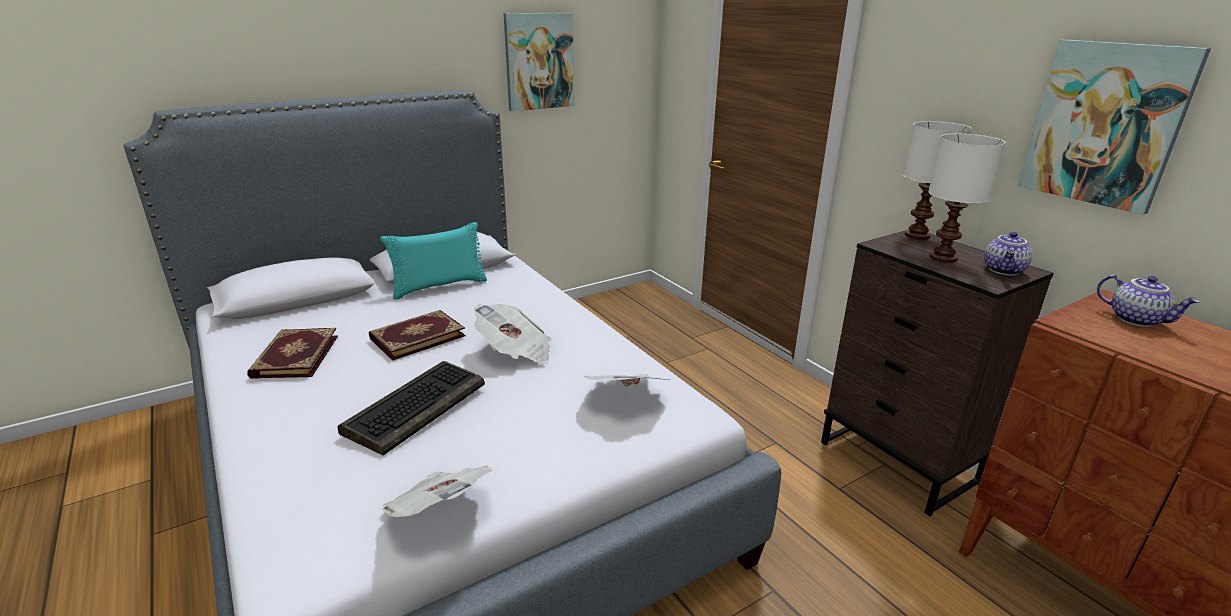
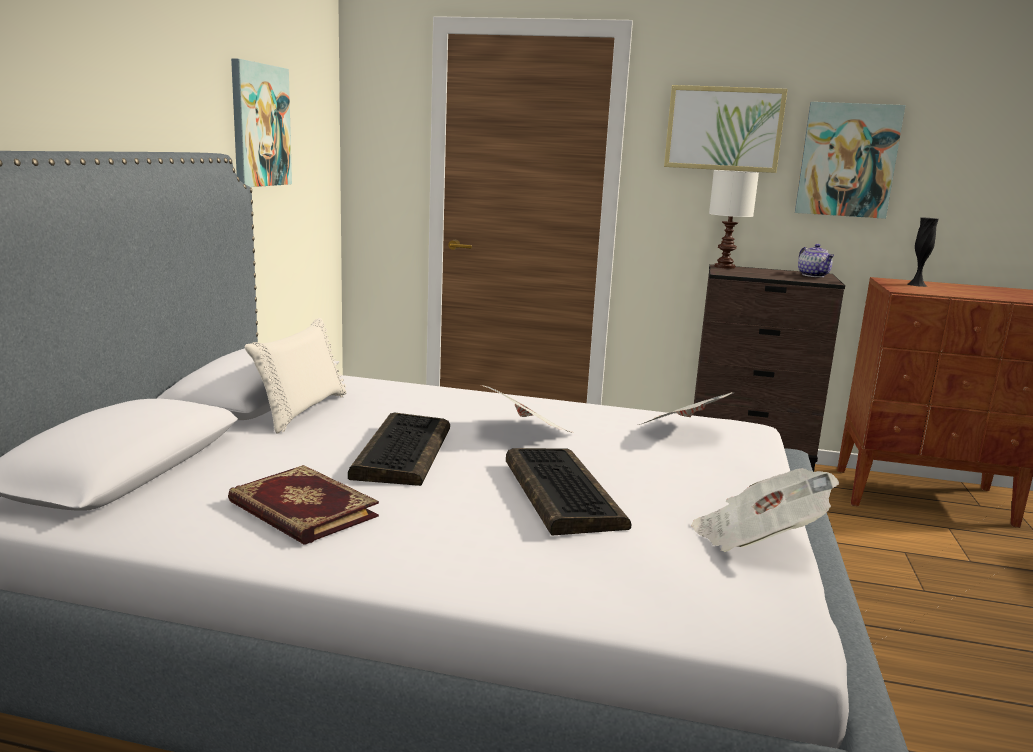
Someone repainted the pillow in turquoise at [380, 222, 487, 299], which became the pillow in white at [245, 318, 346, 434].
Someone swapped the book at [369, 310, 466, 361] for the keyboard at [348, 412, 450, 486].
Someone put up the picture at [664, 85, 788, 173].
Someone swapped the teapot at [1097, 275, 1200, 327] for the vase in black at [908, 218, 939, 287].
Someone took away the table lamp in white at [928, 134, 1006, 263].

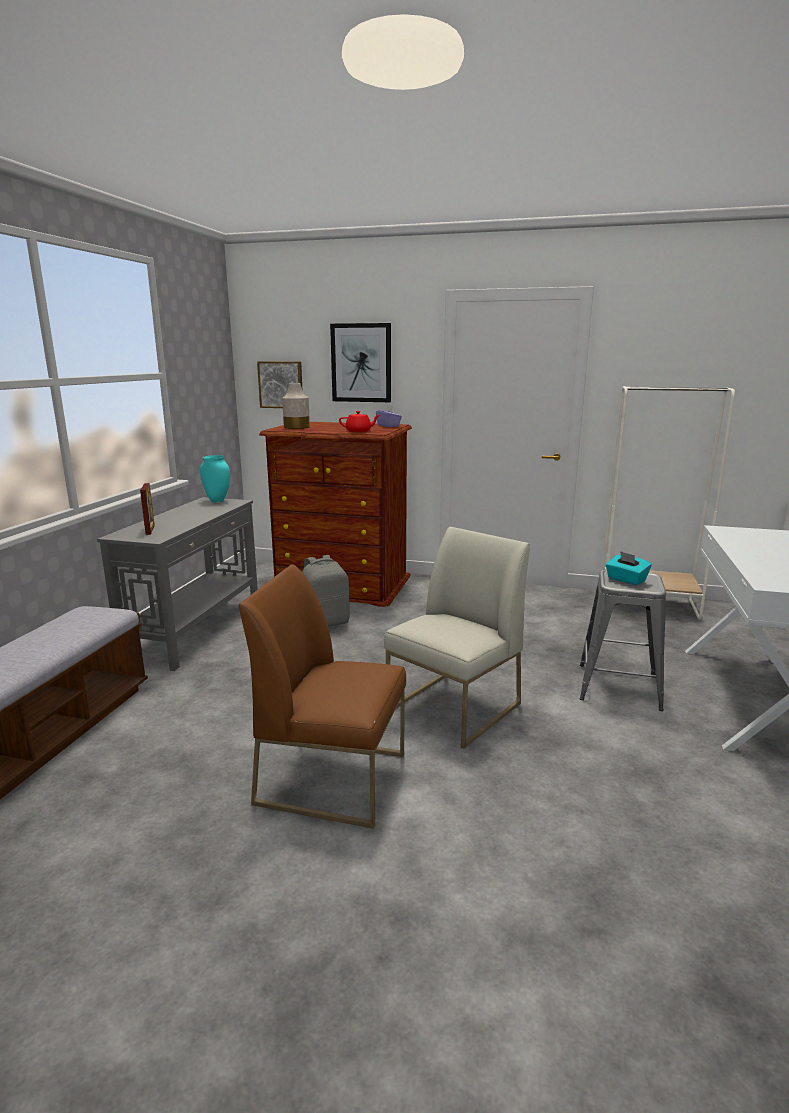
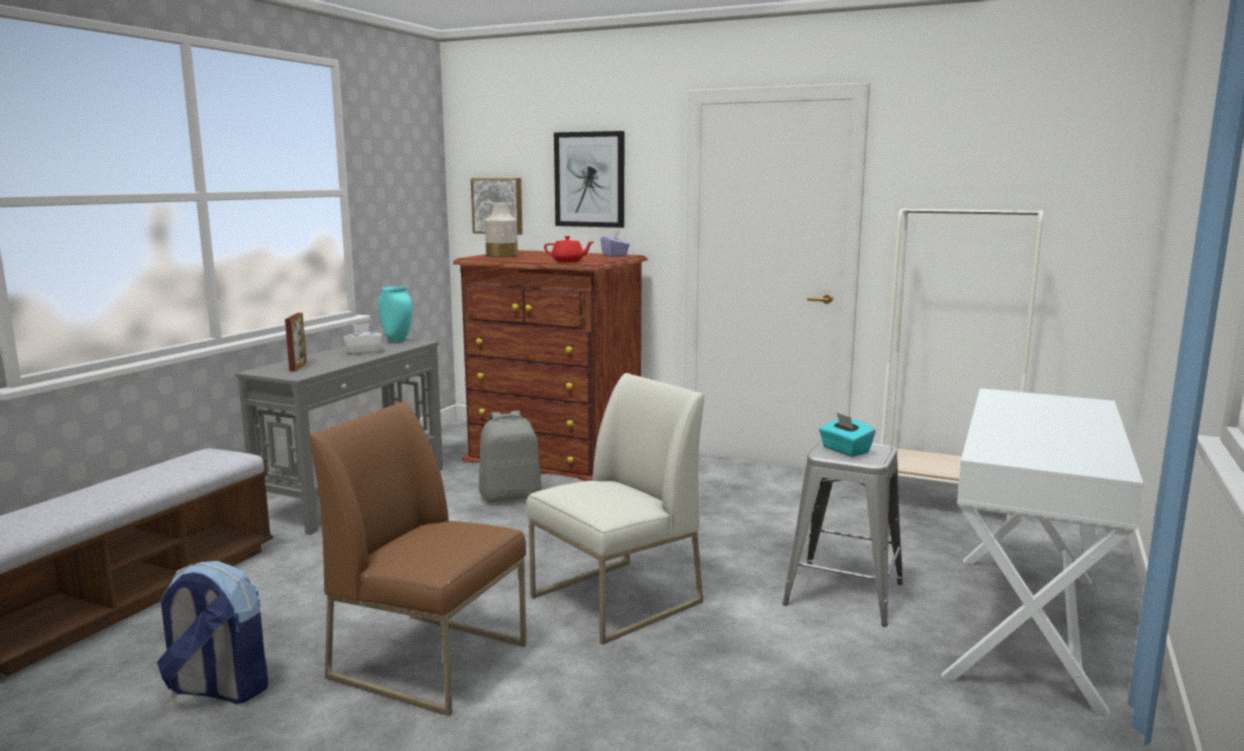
Someone put down the backpack at [157, 561, 268, 704].
Someone put down the tissue box in white at [342, 323, 382, 355].

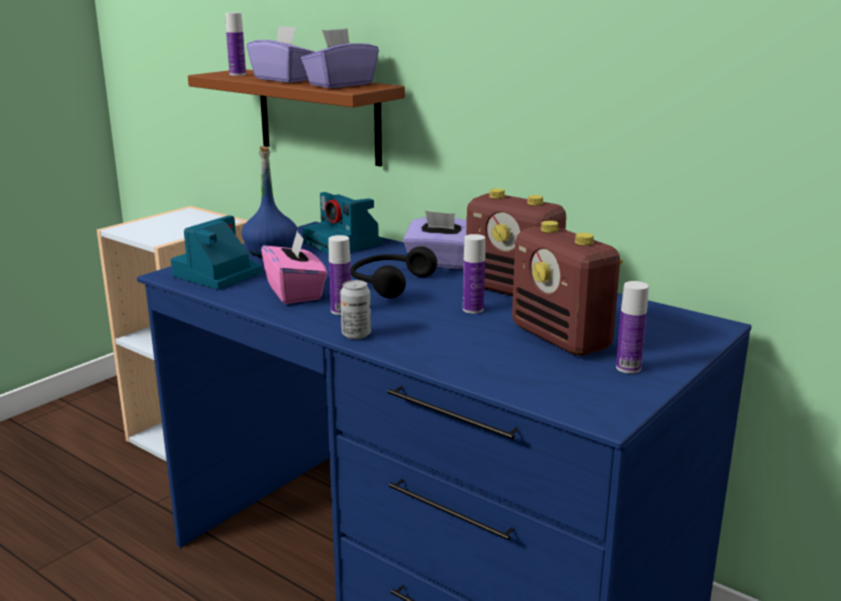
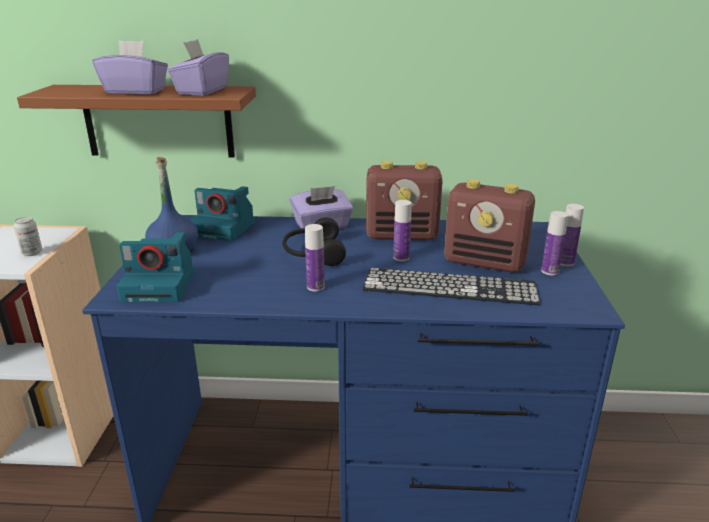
Someone carried the can from [340, 280, 371, 339] to [14, 217, 42, 256].
Someone rotated the photo camera at [171, 215, 263, 290] by 90 degrees counterclockwise.
Someone put down the keyboard at [363, 268, 540, 305].
Someone carried the bottle from [225, 13, 246, 76] to [560, 204, 584, 266].
Someone took away the tissue box in pink at [261, 230, 327, 304].

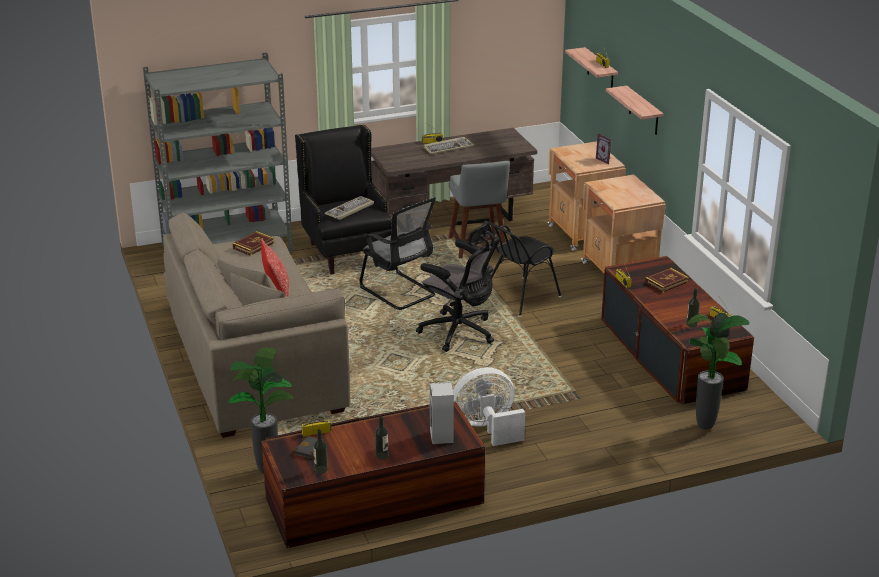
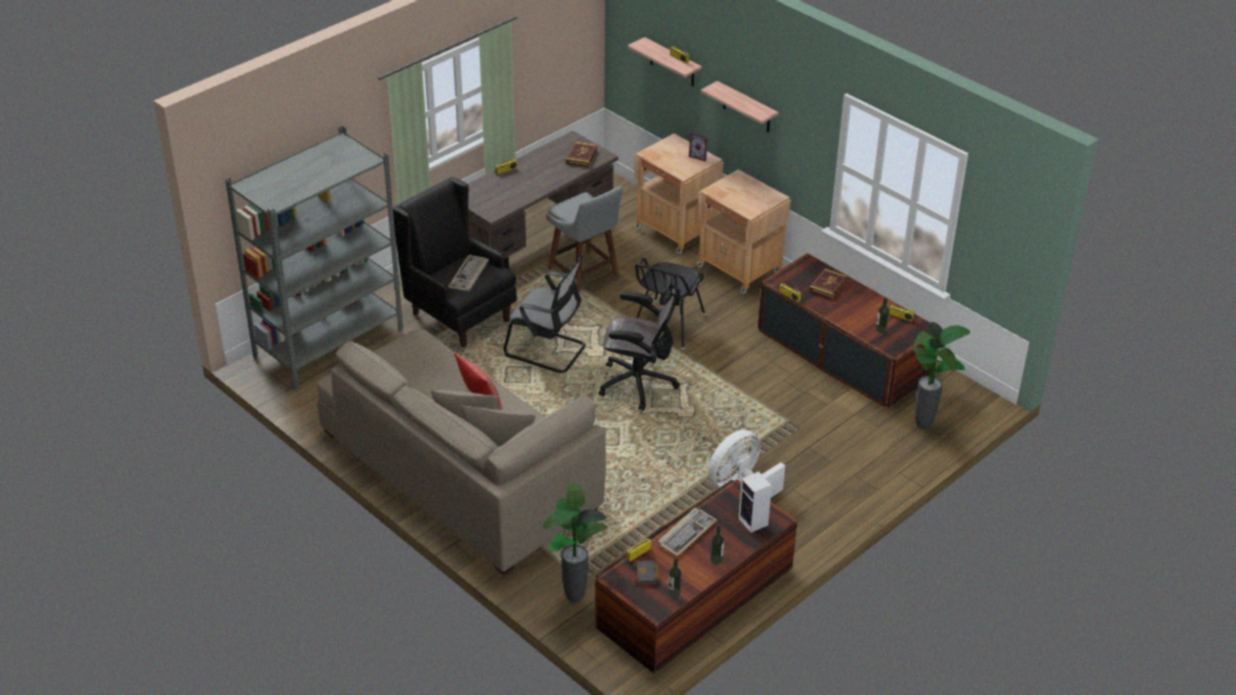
Someone carried the book from [232, 231, 275, 256] to [566, 142, 597, 167].
Someone carried the keyboard from [424, 137, 474, 154] to [658, 508, 717, 557].

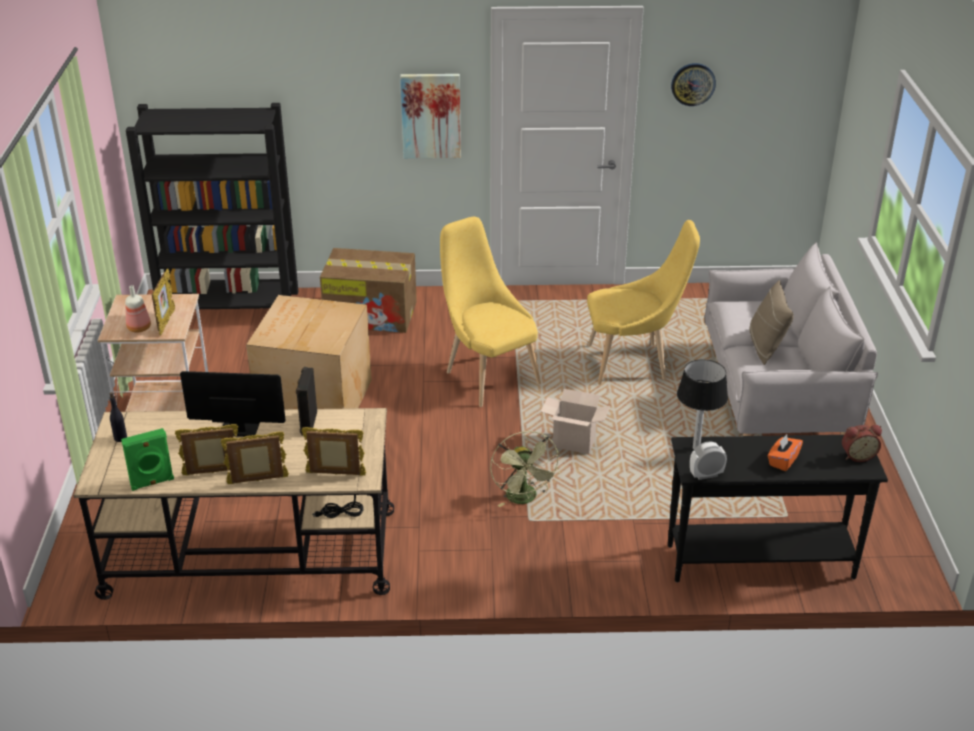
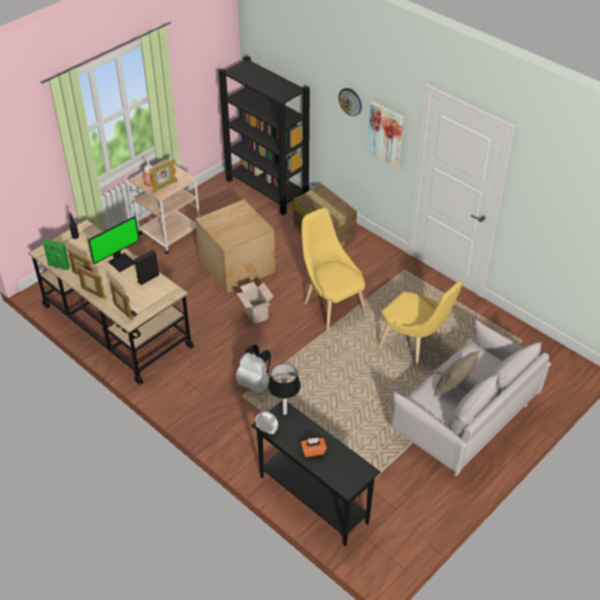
Someone rotated the monitor at [180, 371, 286, 437] by 90 degrees clockwise.
Someone carried the cardboard box from [541, 389, 610, 454] to [236, 282, 274, 324].
Someone swapped the fan in green at [490, 431, 560, 507] for the backpack in white at [236, 345, 271, 393].
Someone rotated the chair in yellow at [440, 217, 541, 407] by 45 degrees counterclockwise.
Someone carried the wall clock from [671, 63, 716, 106] to [338, 88, 362, 116].
Someone took away the alarm clock at [842, 425, 882, 462].

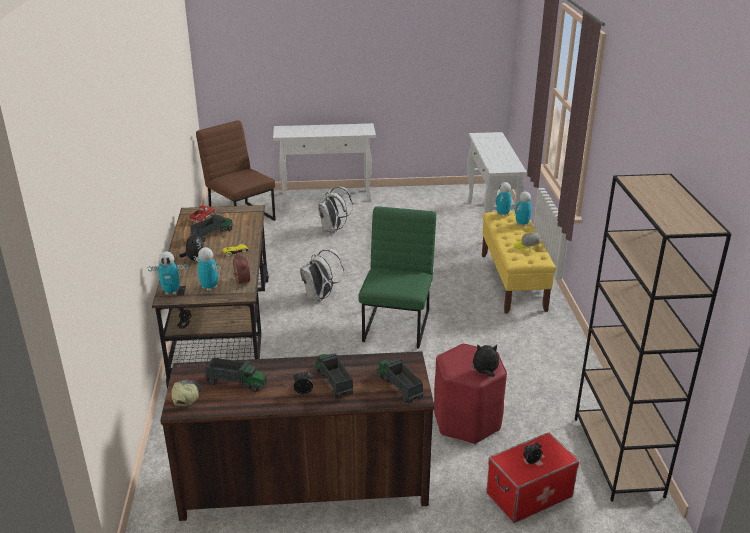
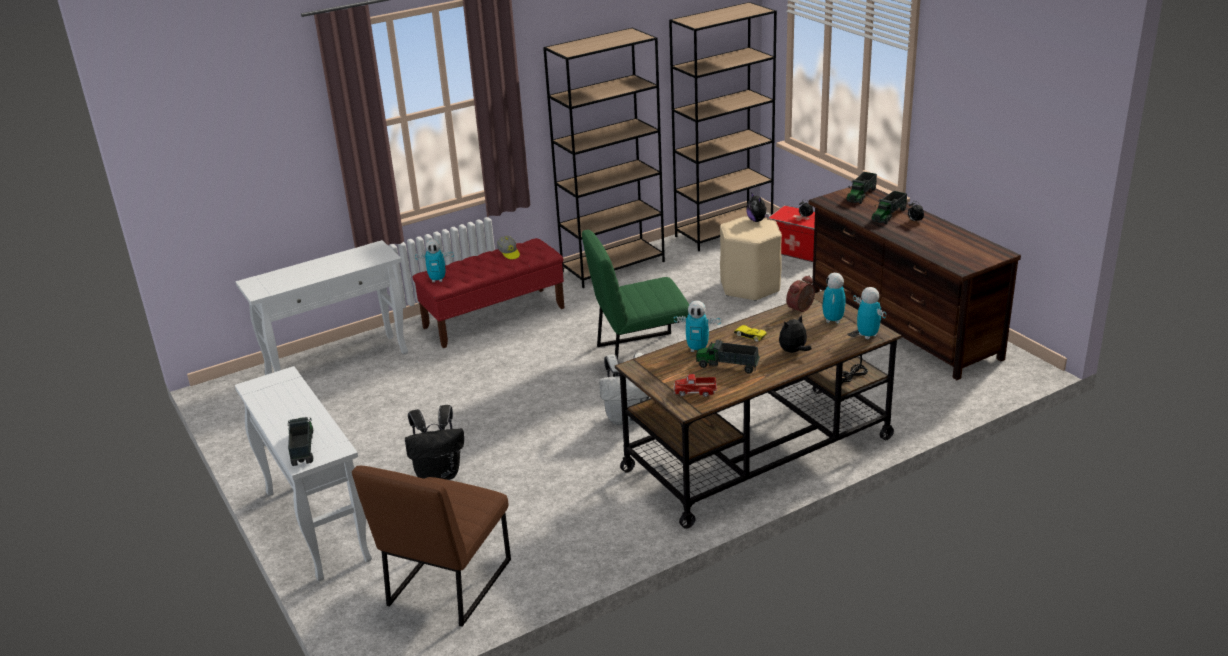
Someone carried the toy truck from [205, 357, 267, 392] to [288, 417, 313, 466].
Someone repainted the backpack in white at [318, 186, 353, 233], which became the backpack in black at [405, 405, 464, 480].
Someone repainted the bench in yellow at [482, 211, 556, 313], which became the bench in red at [413, 238, 564, 348].
Someone put down the bookcase in beige at [543, 28, 665, 288].
Someone carried the toy robot from [515, 191, 532, 227] to [674, 301, 721, 352].
Someone repainted the stool in red at [434, 344, 507, 444], which became the stool in beige at [720, 216, 782, 301].
Someone took away the cap at [171, 379, 201, 406].

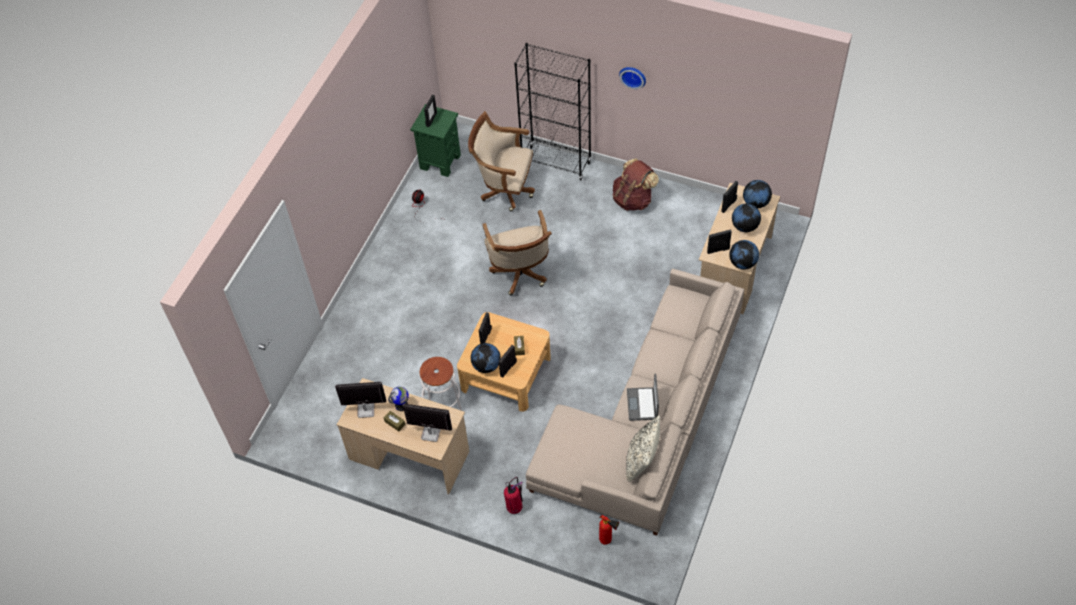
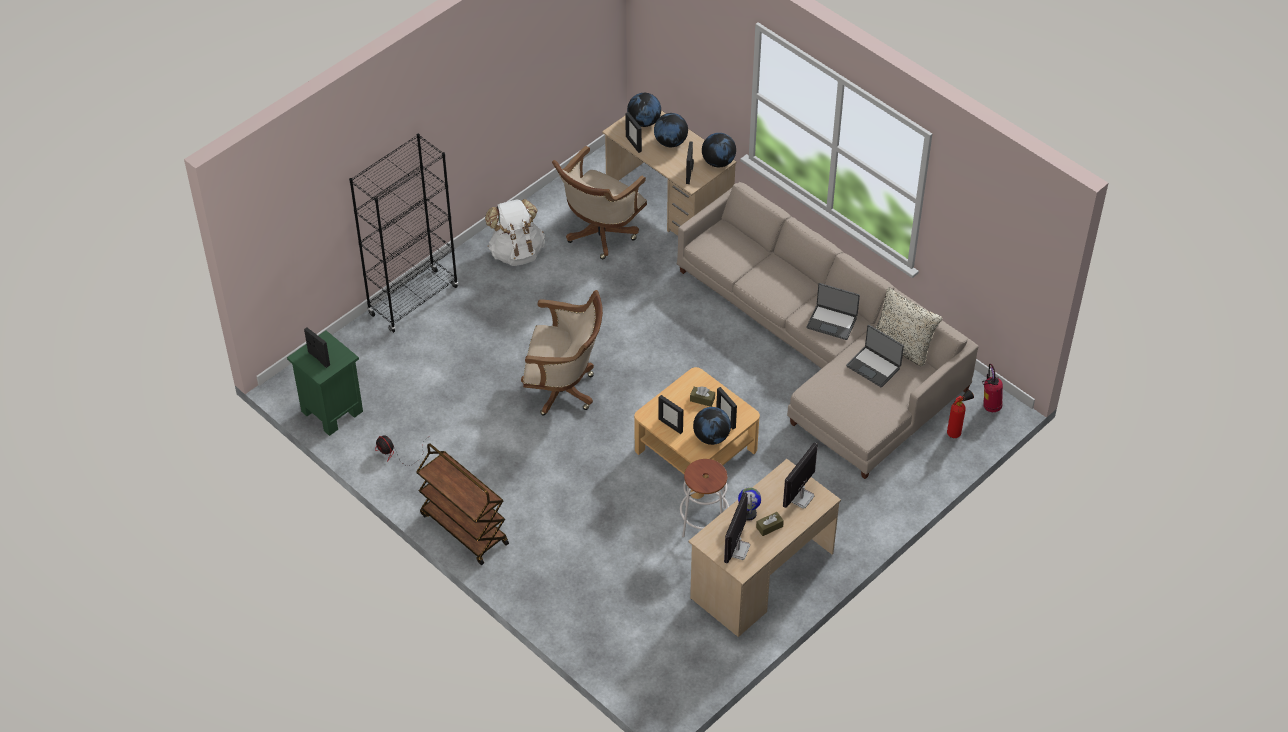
Someone put down the cart in brown at [416, 443, 509, 565].
Someone repainted the backpack in brown at [613, 158, 659, 211], which became the backpack in white at [485, 199, 545, 266].
Someone carried the office chair from [468, 111, 535, 211] to [552, 146, 647, 259].
Someone put down the laptop at [846, 325, 904, 387].
Someone carried the fire extinguisher from [504, 477, 523, 514] to [982, 364, 1003, 412].
Someone took away the wall clock at [619, 67, 646, 89].

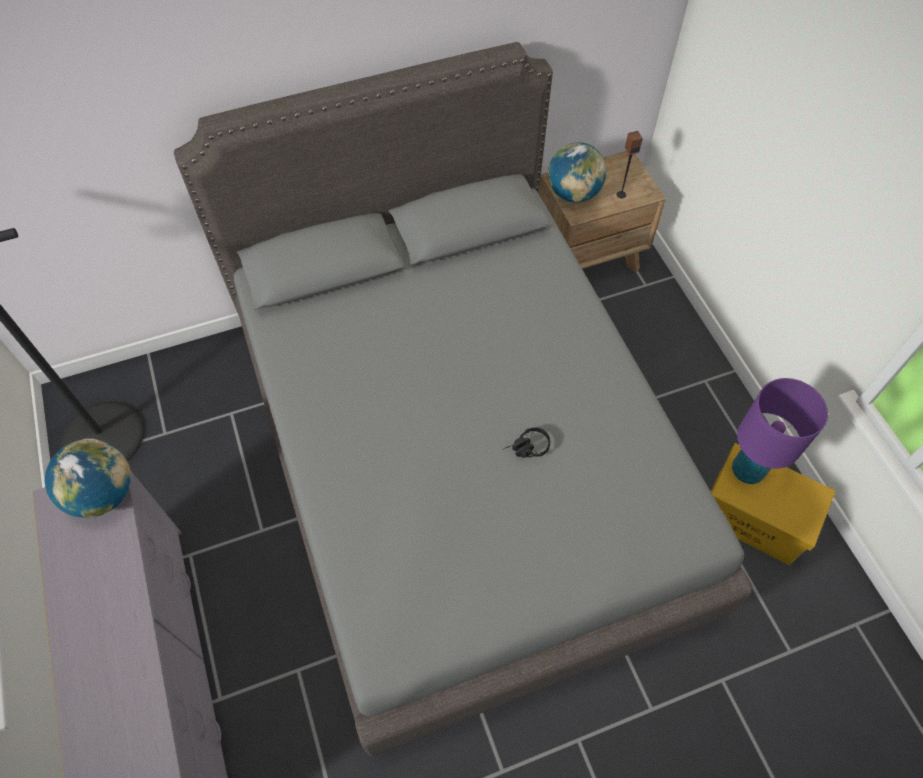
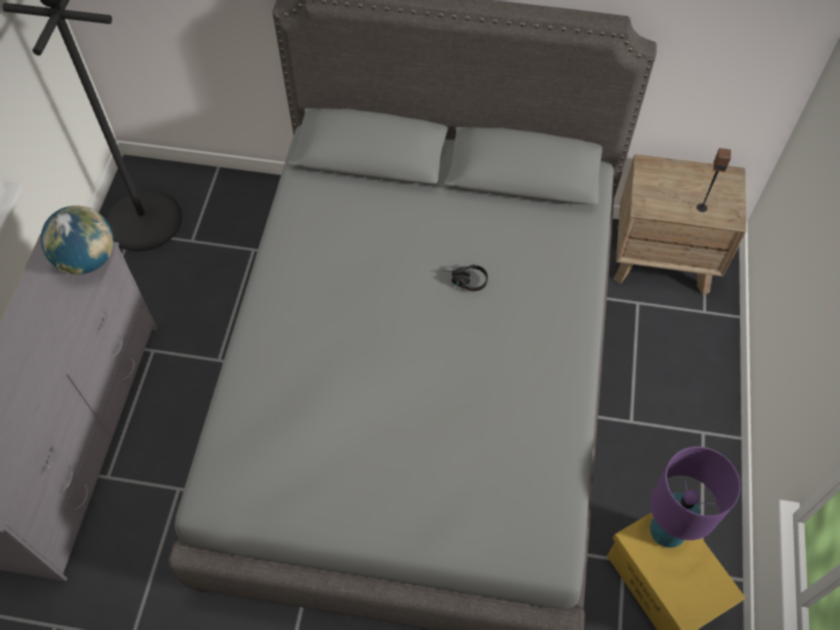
Someone carried the headphones in black from [502, 428, 550, 458] to [443, 265, 488, 292].
Someone took away the globe at [548, 142, 607, 202].

